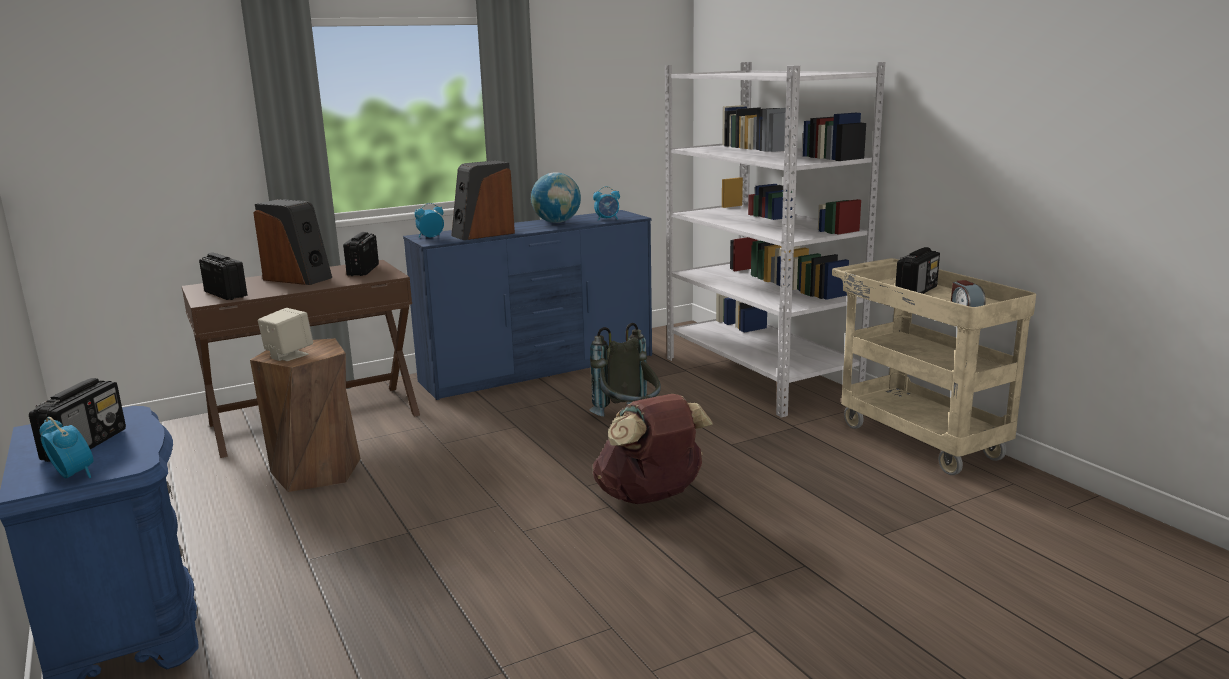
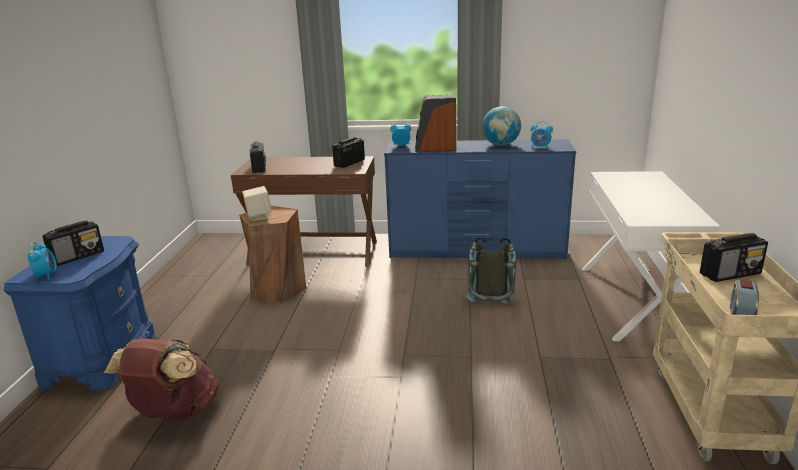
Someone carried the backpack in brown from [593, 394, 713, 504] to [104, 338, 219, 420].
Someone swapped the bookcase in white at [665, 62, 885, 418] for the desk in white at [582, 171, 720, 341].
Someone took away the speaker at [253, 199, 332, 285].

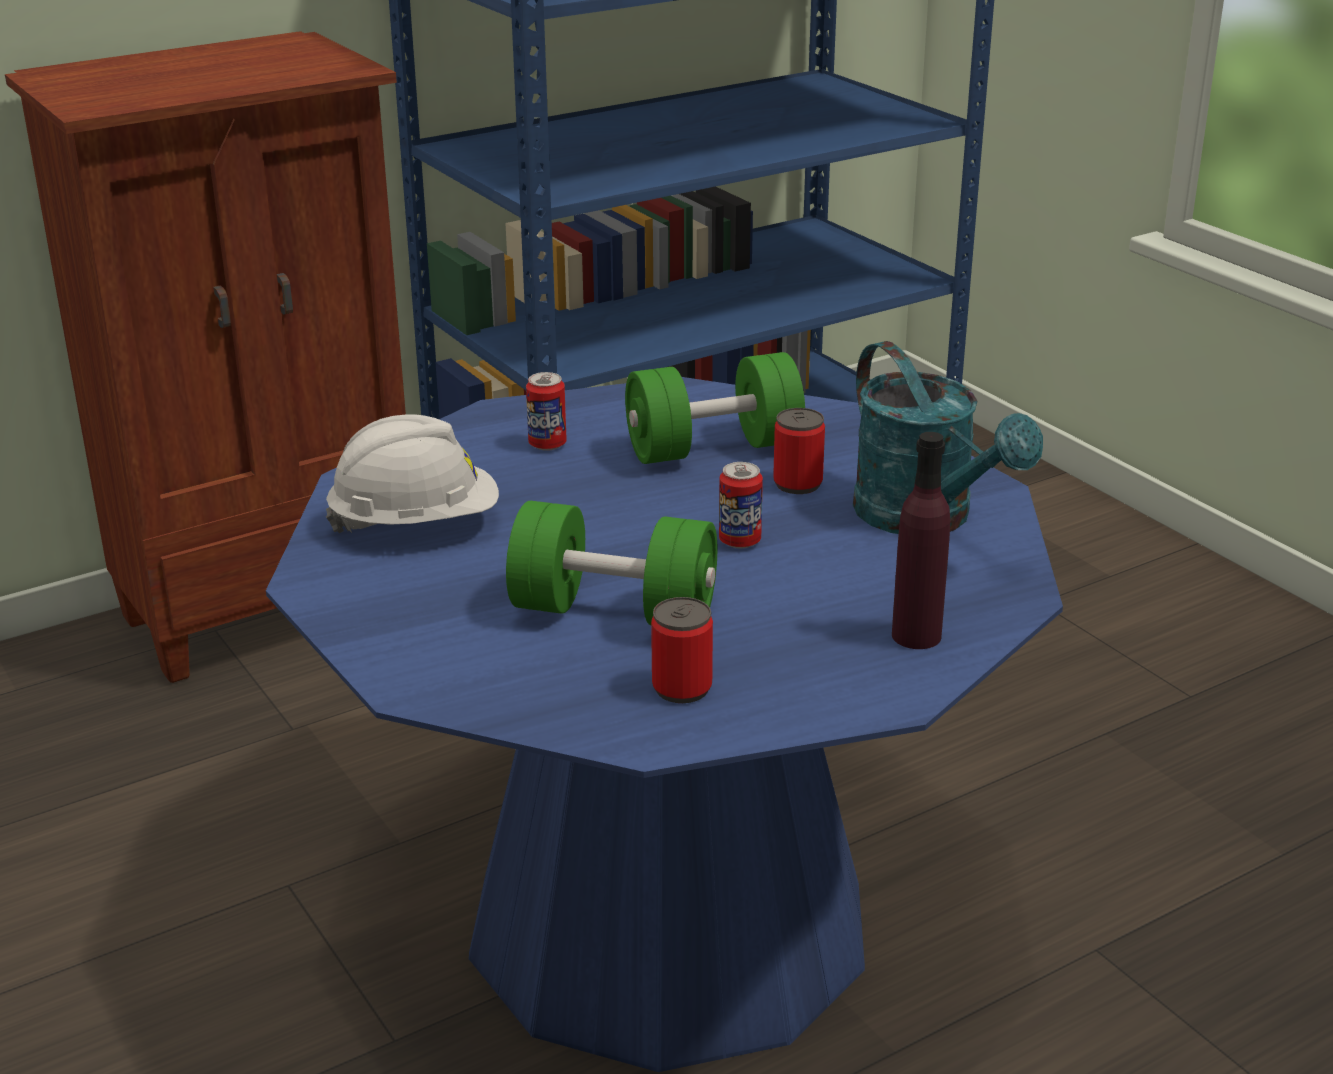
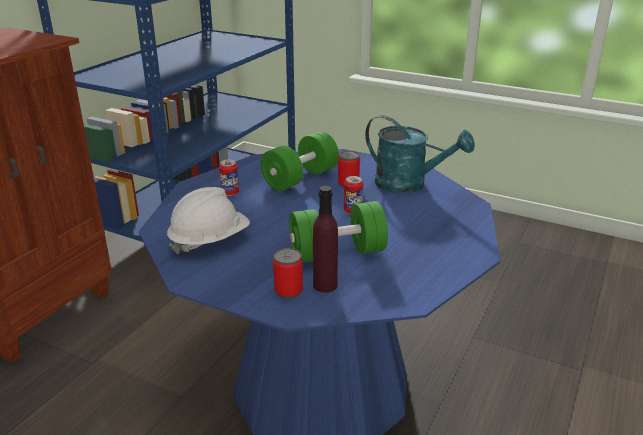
Someone carried the can from [651, 597, 713, 703] to [273, 248, 303, 299].
Someone carried the bottle in purple from [892, 432, 950, 649] to [313, 186, 338, 293].

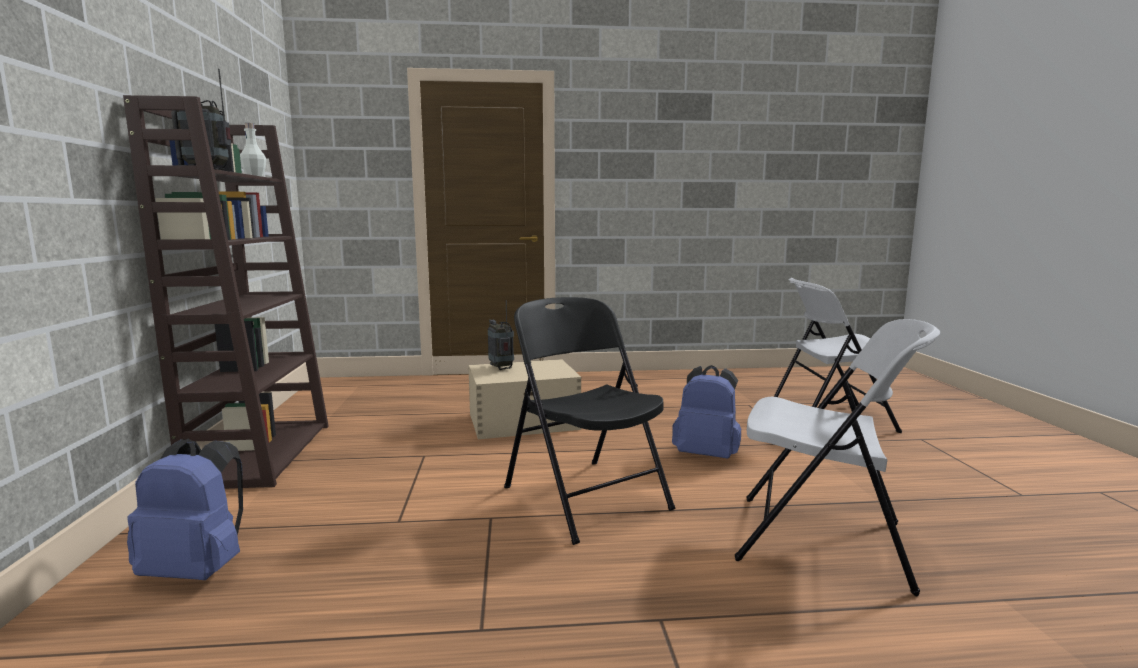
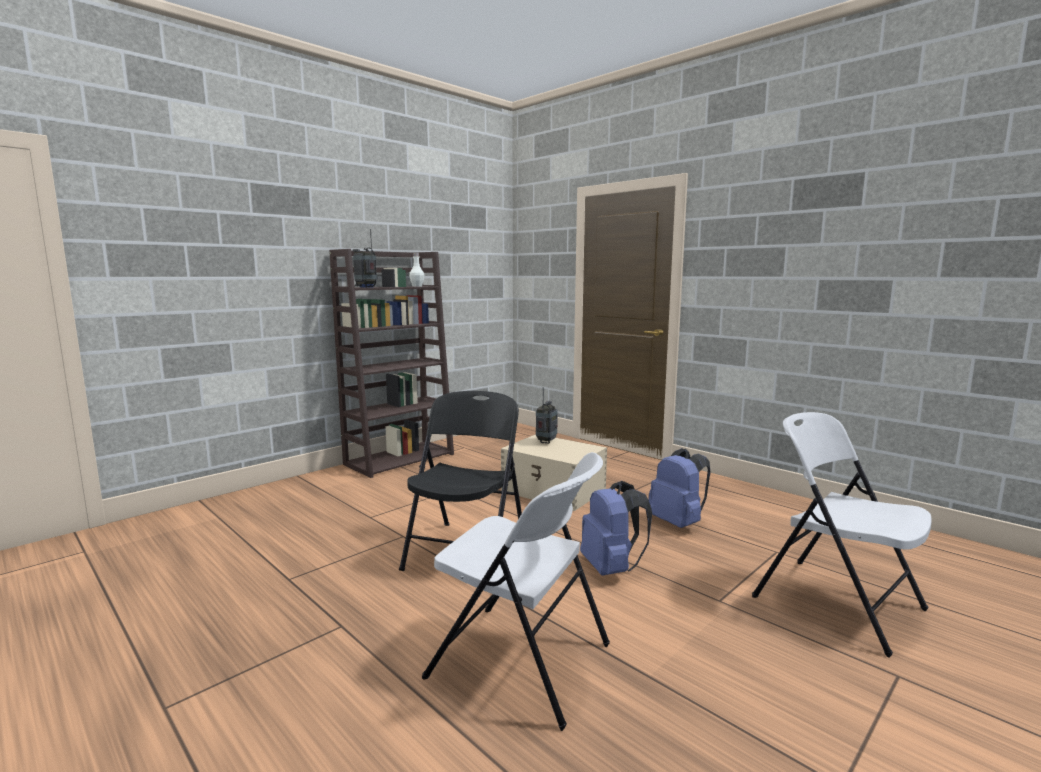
Someone rotated the chair in white at [735, 319, 940, 596] by 45 degrees counterclockwise.
Someone carried the backpack in blue from [127, 439, 243, 580] to [648, 448, 711, 528].

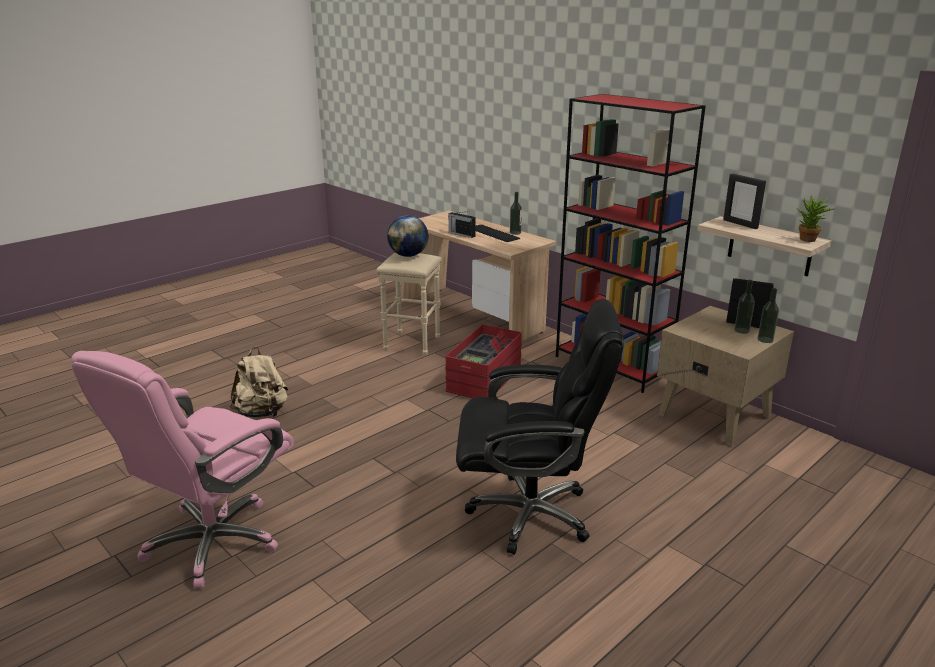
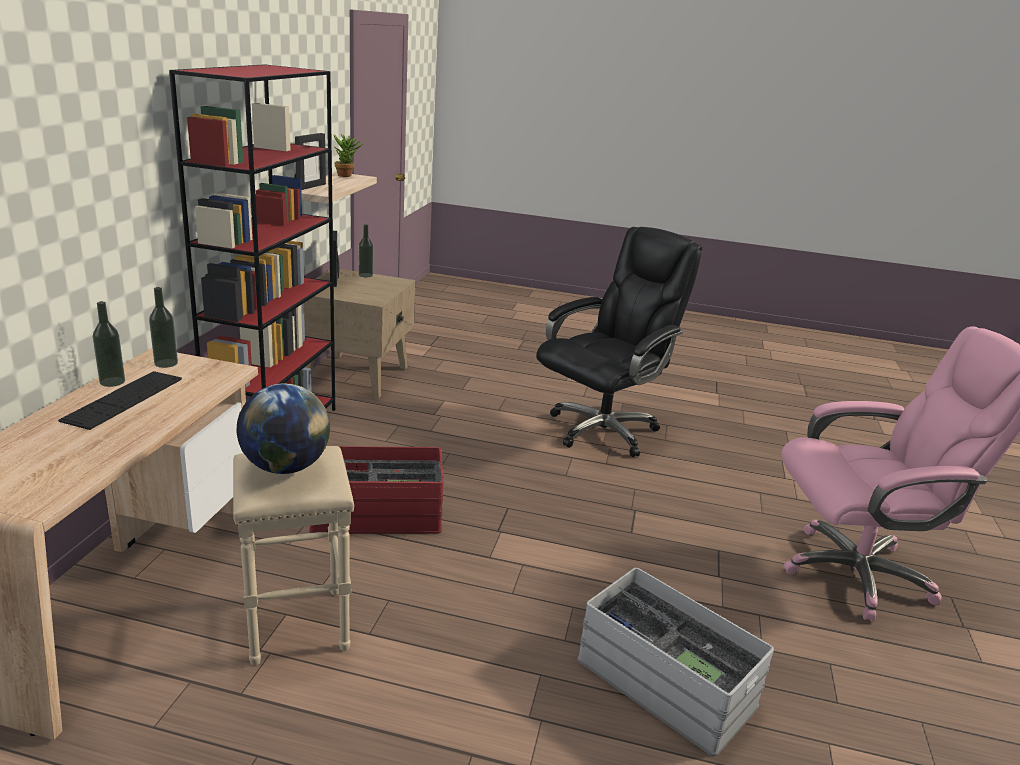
Someone carried the bottle from [734, 280, 755, 334] to [149, 287, 178, 368].
Someone rotated the office chair in black at [456, 299, 624, 555] by 75 degrees clockwise.
Someone swapped the backpack in beige at [230, 346, 288, 418] for the storage box in grey at [577, 568, 774, 756].
Someone took away the radio at [448, 211, 476, 238].

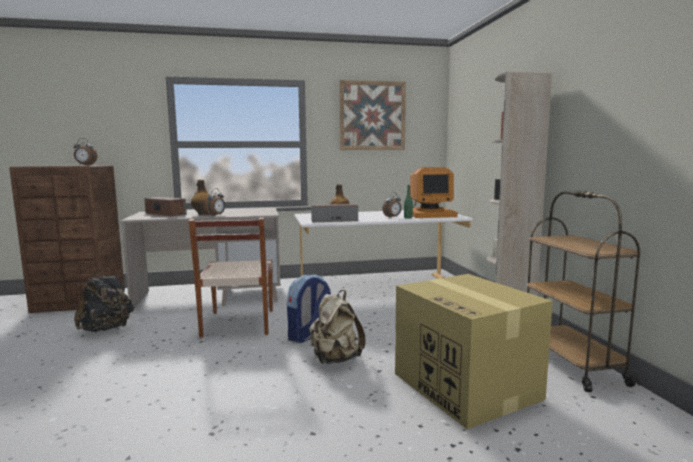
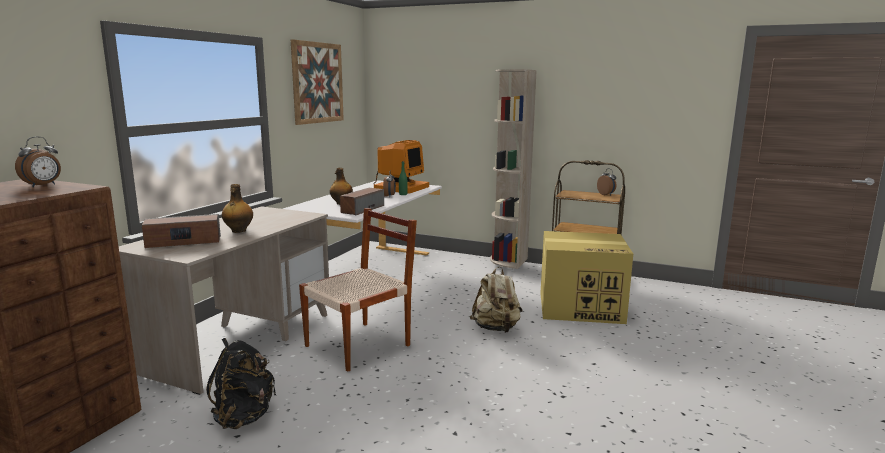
Someone rotated the chair at [189, 218, 273, 338] by 75 degrees counterclockwise.
Someone carried the alarm clock from [204, 188, 225, 215] to [597, 168, 616, 196].
Someone took away the backpack at [287, 274, 331, 343].

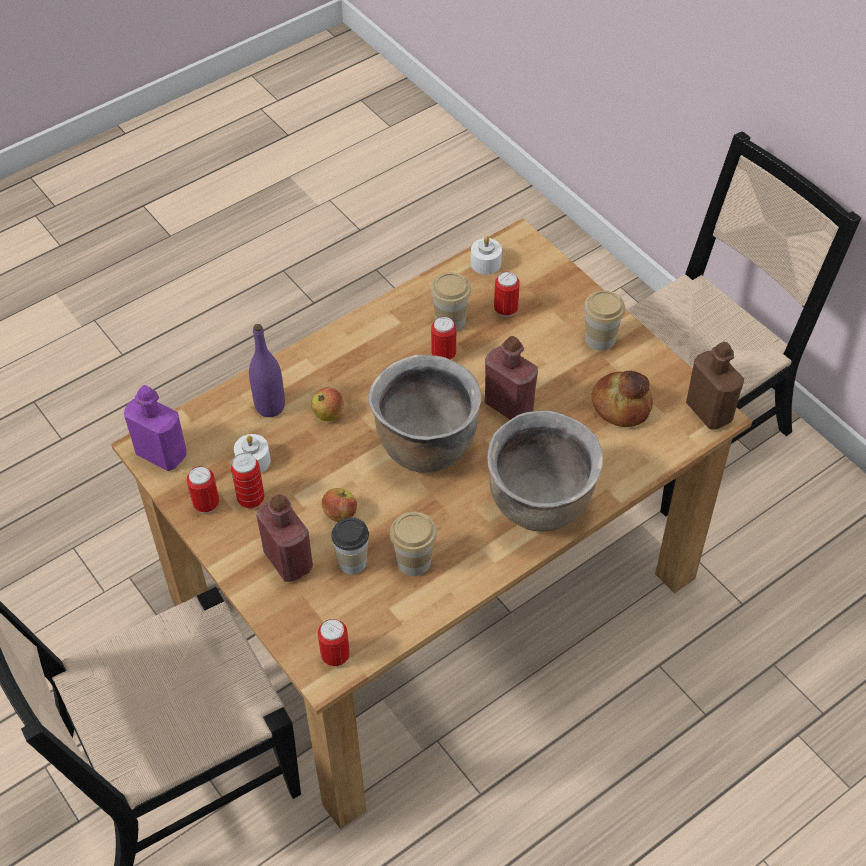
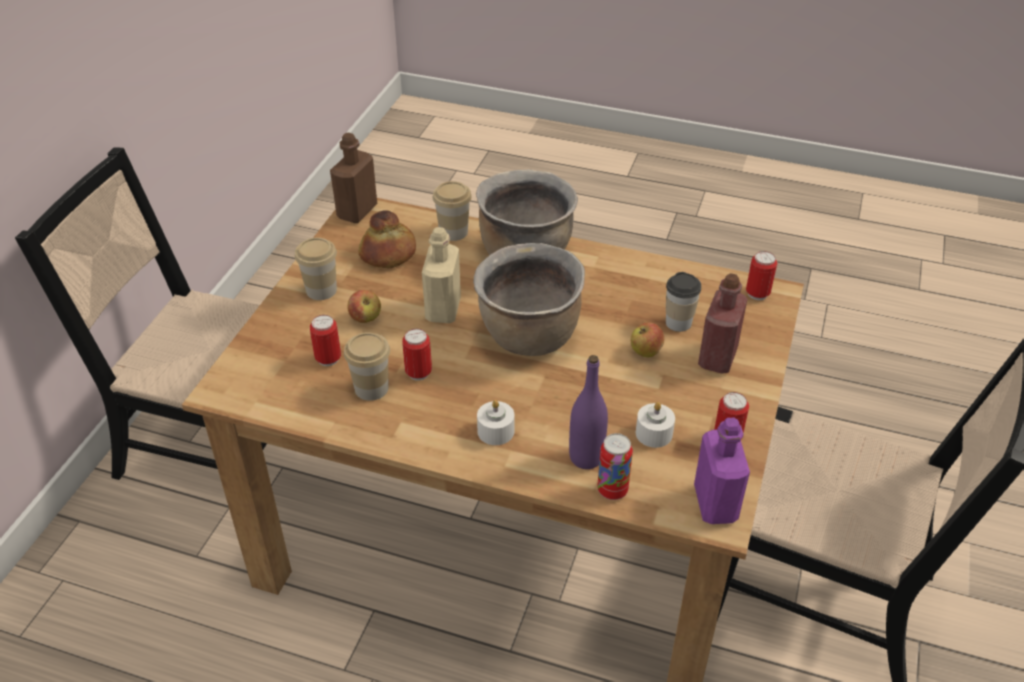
Someone carried the apple from [311, 387, 344, 421] to [347, 290, 381, 323].
Someone repainted the bottle in red at [485, 336, 538, 420], which became the bottle in beige at [422, 227, 461, 323].
Someone carried the cup from [390, 512, 437, 576] to [432, 181, 472, 241].
Someone carried the candle in white from [471, 237, 502, 275] to [477, 400, 515, 445].
Someone carried the can from [231, 453, 265, 508] to [597, 433, 633, 500].

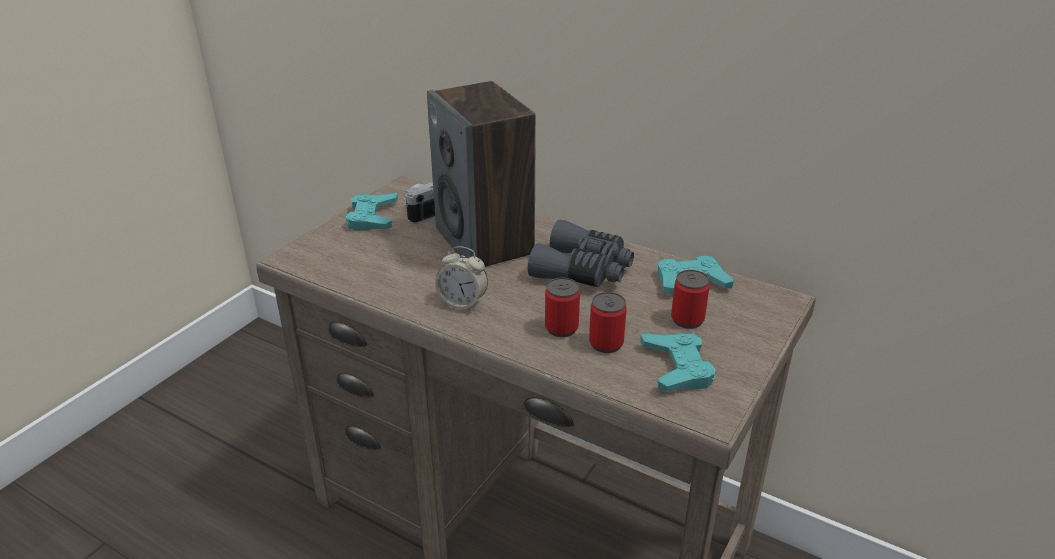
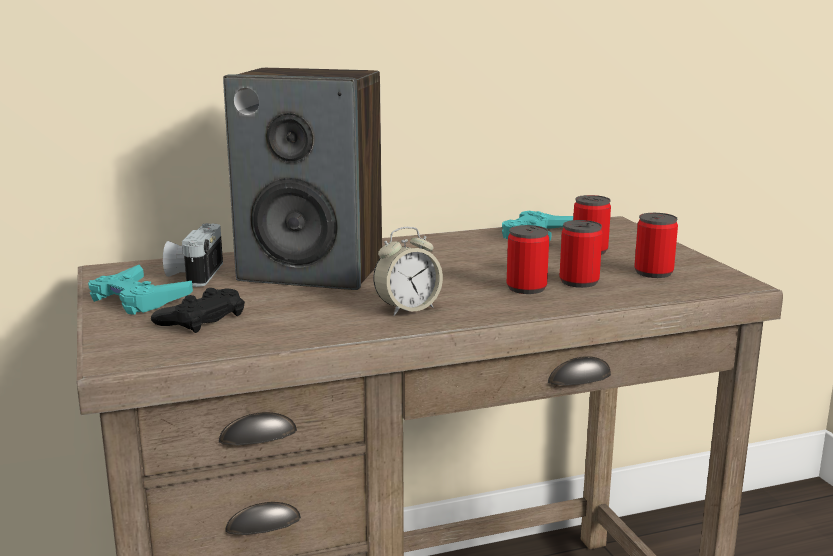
Someone put down the game controller in black at [151, 288, 245, 333].
Someone swapped the game controller in turquoise at [640, 333, 716, 392] for the can at [634, 213, 678, 278].
Someone took away the binoculars in grey at [528, 220, 634, 287].

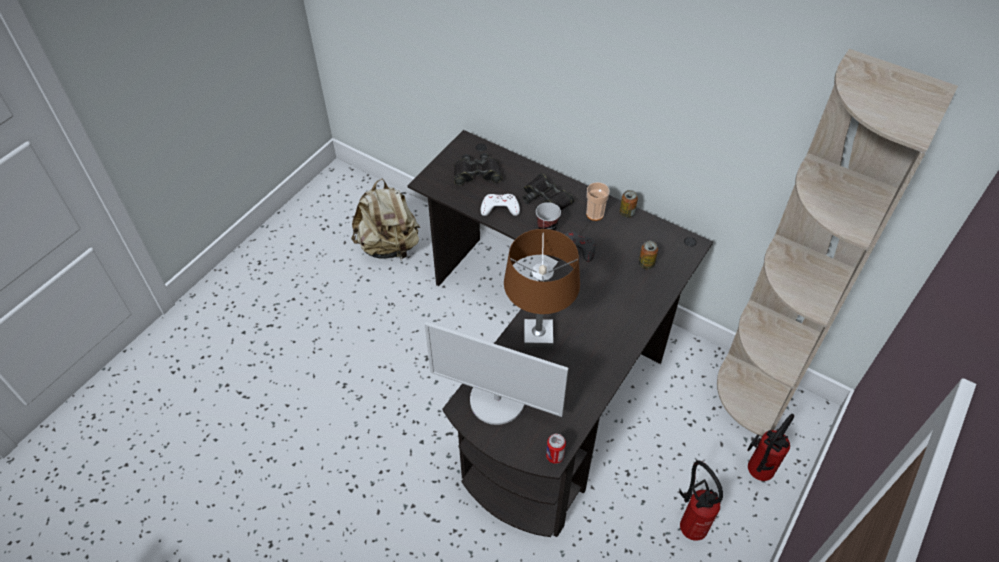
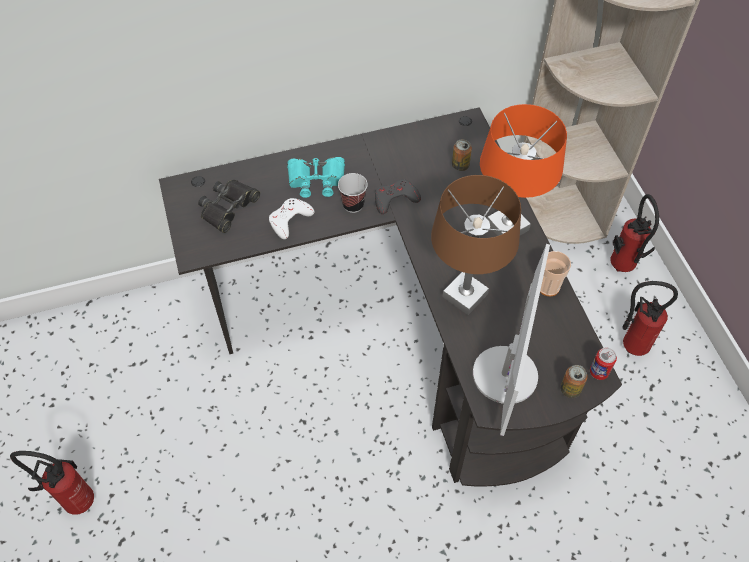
Someone put down the fire extinguisher at [10, 451, 94, 515].
Someone repainted the binoculars in black at [522, 173, 574, 210], which became the binoculars in turquoise at [287, 157, 345, 198].
Someone rotated the monitor at [425, 322, 569, 425] by 45 degrees counterclockwise.
Someone put down the table lamp in orange at [480, 104, 567, 236].
Someone carried the cup from [586, 182, 610, 221] to [540, 251, 571, 296].
Someone carried the can from [620, 190, 638, 218] to [560, 365, 588, 398].
Someone took away the backpack in beige at [351, 179, 420, 259].

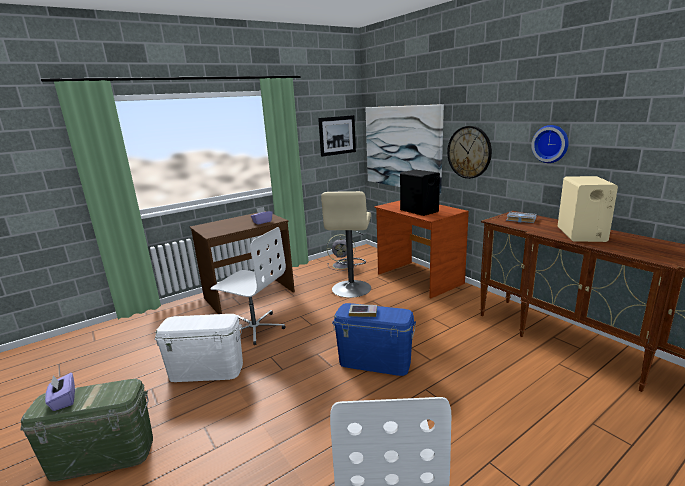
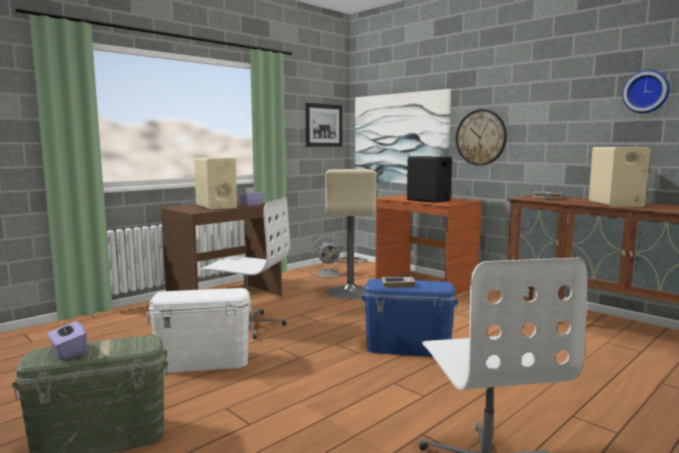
Someone put down the speaker in beige at [194, 157, 237, 210].
Someone carried the wall clock from [531, 125, 569, 163] to [622, 70, 670, 113].

